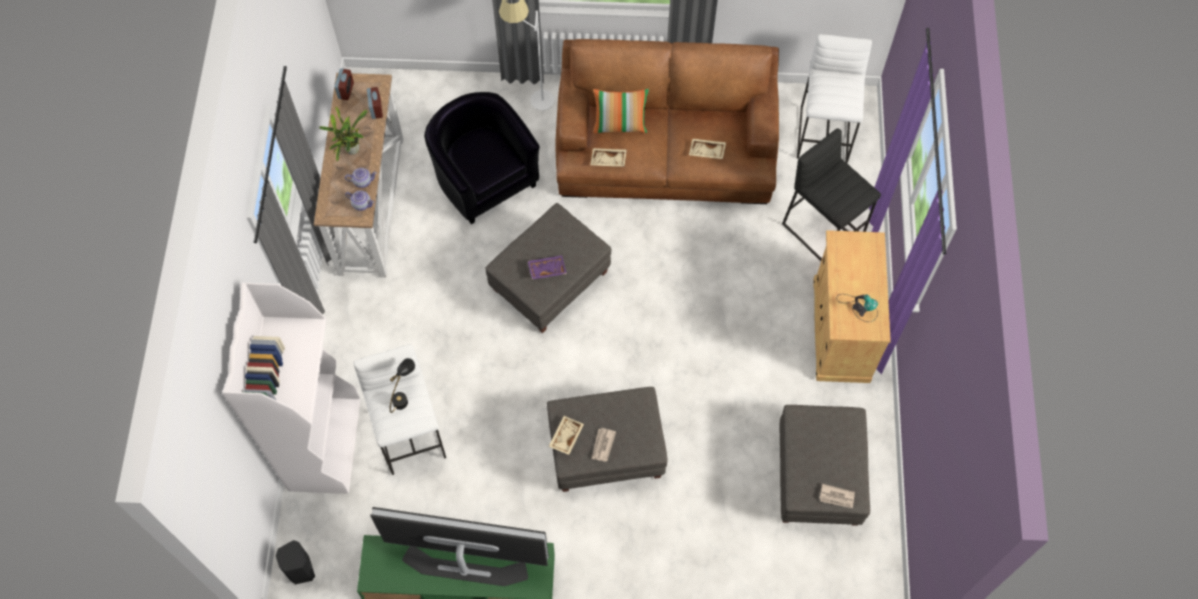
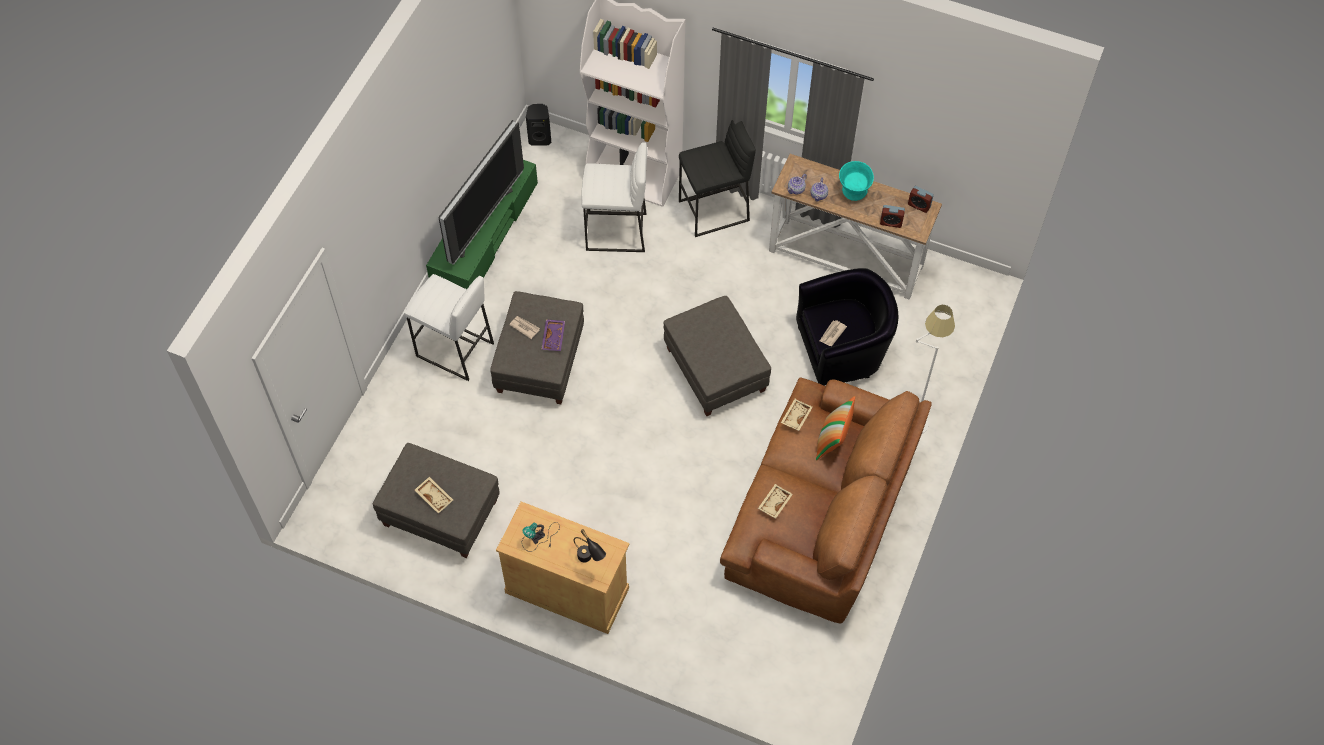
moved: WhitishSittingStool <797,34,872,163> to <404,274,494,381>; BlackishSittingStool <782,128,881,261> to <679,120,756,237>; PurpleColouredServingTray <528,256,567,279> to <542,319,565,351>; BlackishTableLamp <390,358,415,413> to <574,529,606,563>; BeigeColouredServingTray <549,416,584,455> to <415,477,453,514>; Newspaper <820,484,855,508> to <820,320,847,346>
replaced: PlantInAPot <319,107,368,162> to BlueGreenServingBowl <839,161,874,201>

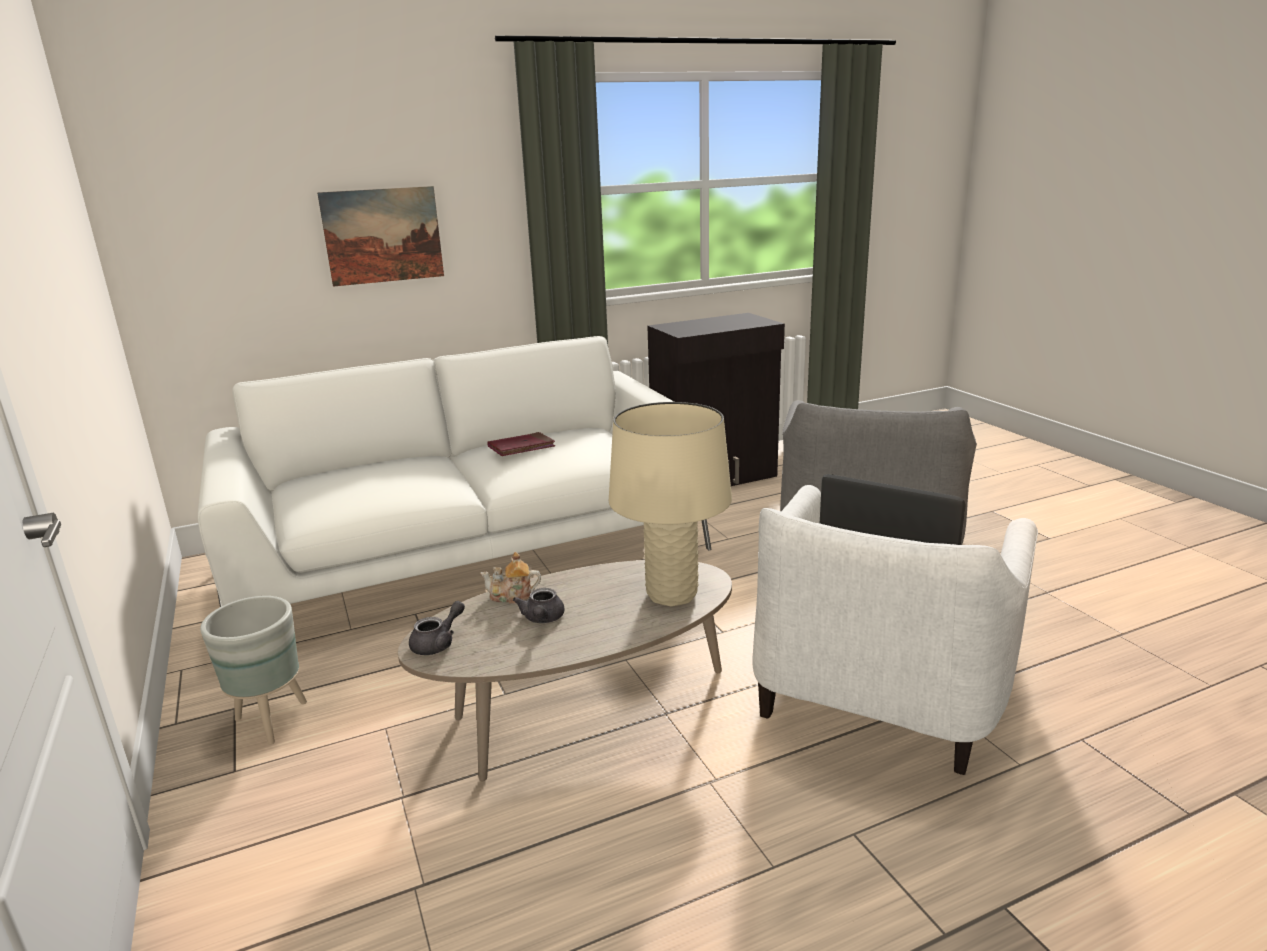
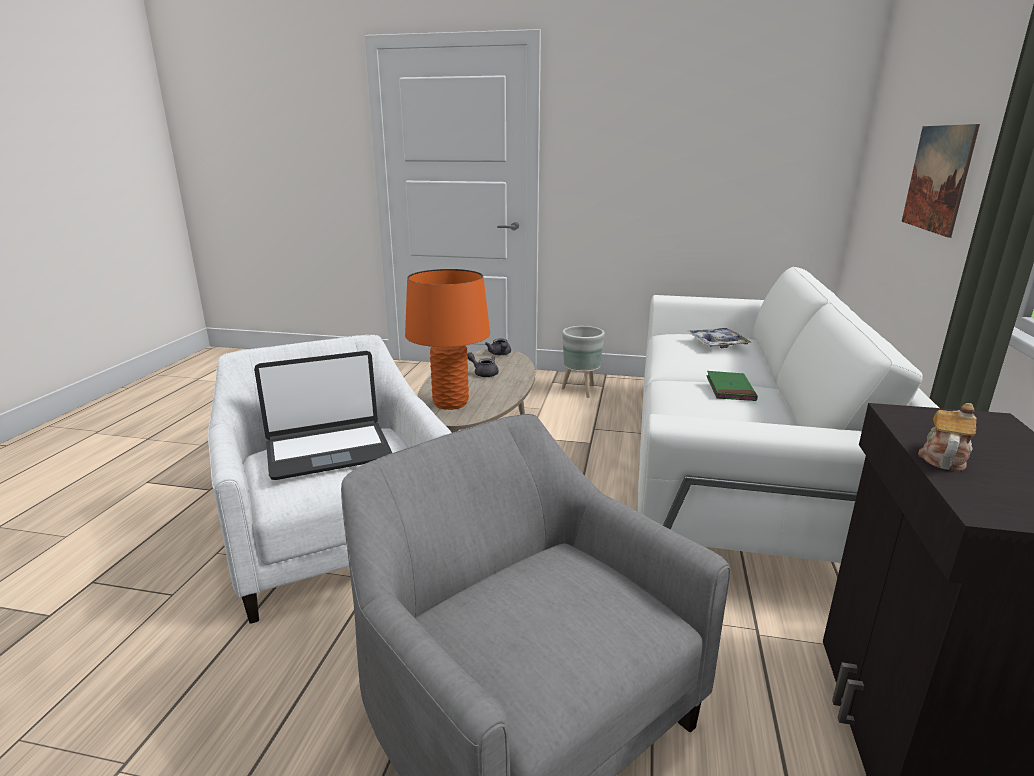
added: ServingTray <687,328,752,348>
moved: TeaPot <481,552,541,604> to <918,403,976,471>
recoloured: BeigeColouredTableLamp <609,402,732,606> to OrangeColouredTableLamp <405,269,490,410>; RedColouredVolume <487,432,555,456> to GreenColouredVolume <706,371,758,401>

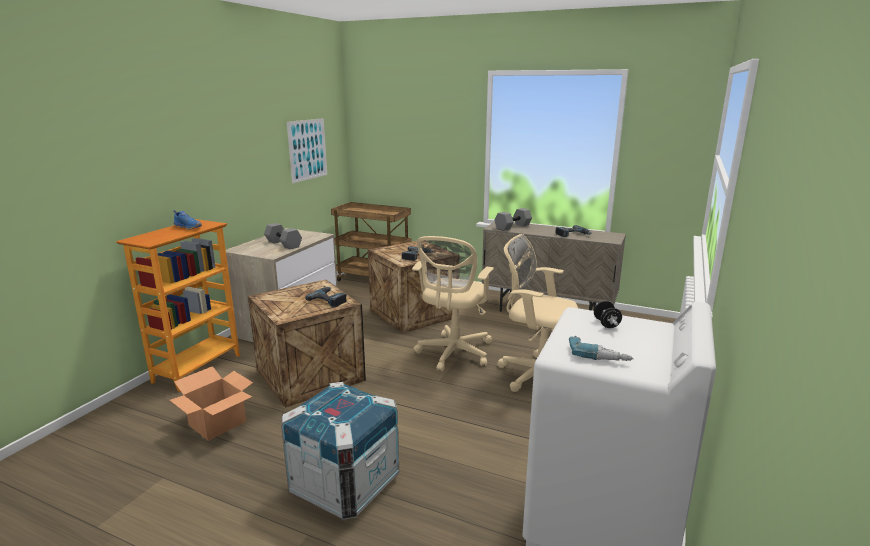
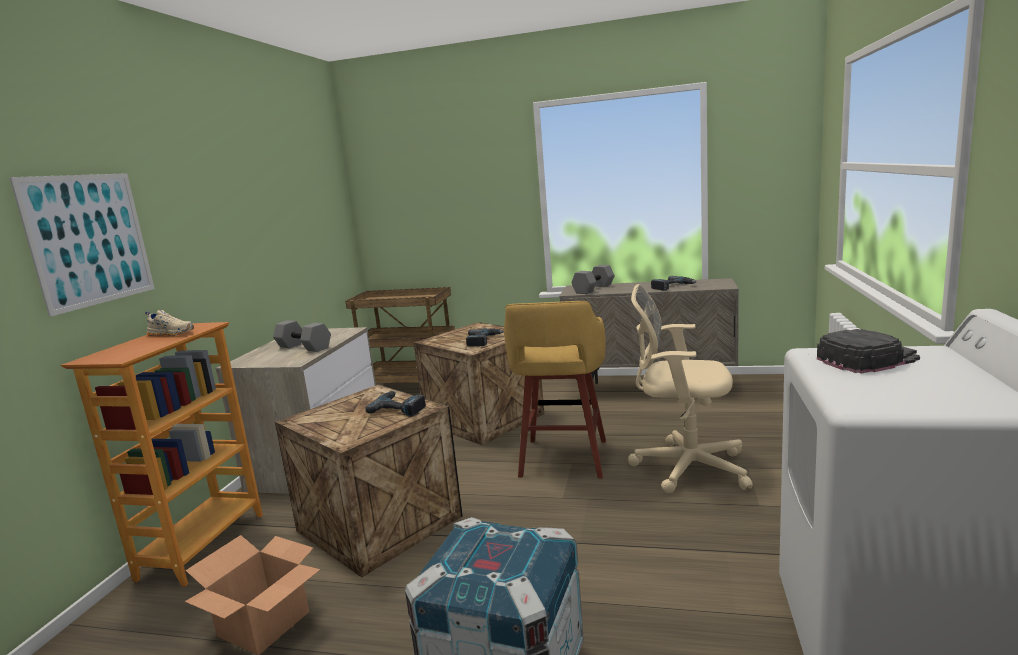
removed: PowerDrill <569,336,633,361>
moved: Picture <287,118,327,183> to <9,173,155,317>
replaced: BeigeColouredOfficeChair <412,236,494,371> to YellowishSittingStool <504,301,606,479>; BlackishHandWeight <594,301,622,328> to BlackishBaseballCap <817,329,920,374>
recoloured: BlueItemOfFootwear <173,210,202,230> to BeigeColouredItemOfFootwear <145,310,194,336>

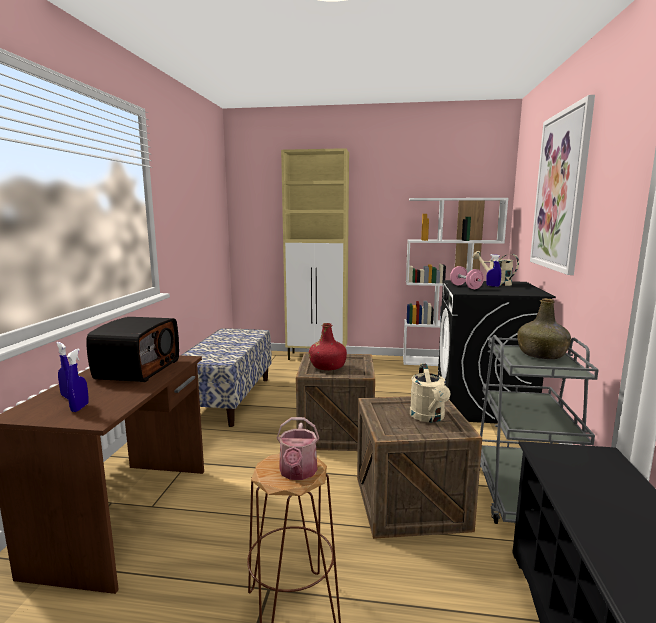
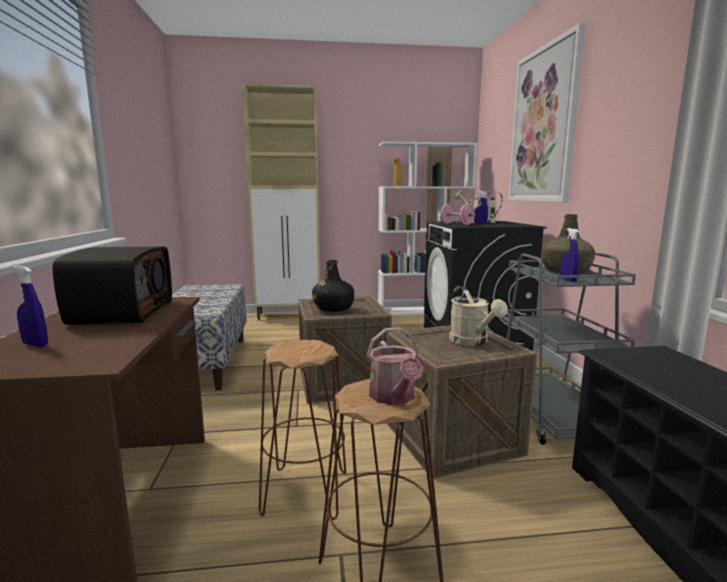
added: BrownColouredSittingStool <259,340,346,520>
moved: BlueSprayBottle <67,349,89,412> to <560,228,580,282>
recoloured: RedColouredDrinkBottle <309,323,347,370> to BlackishDrinkBottle <312,260,354,312>

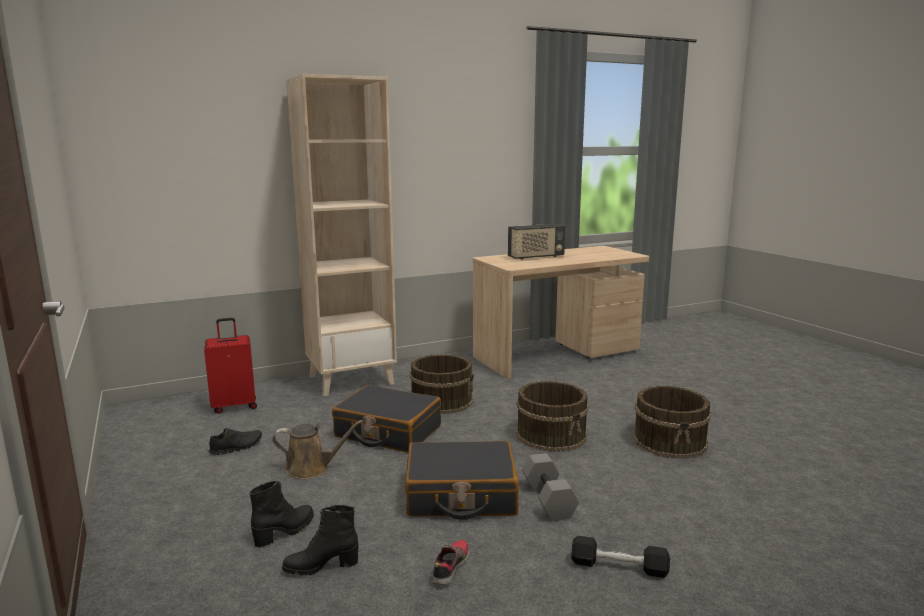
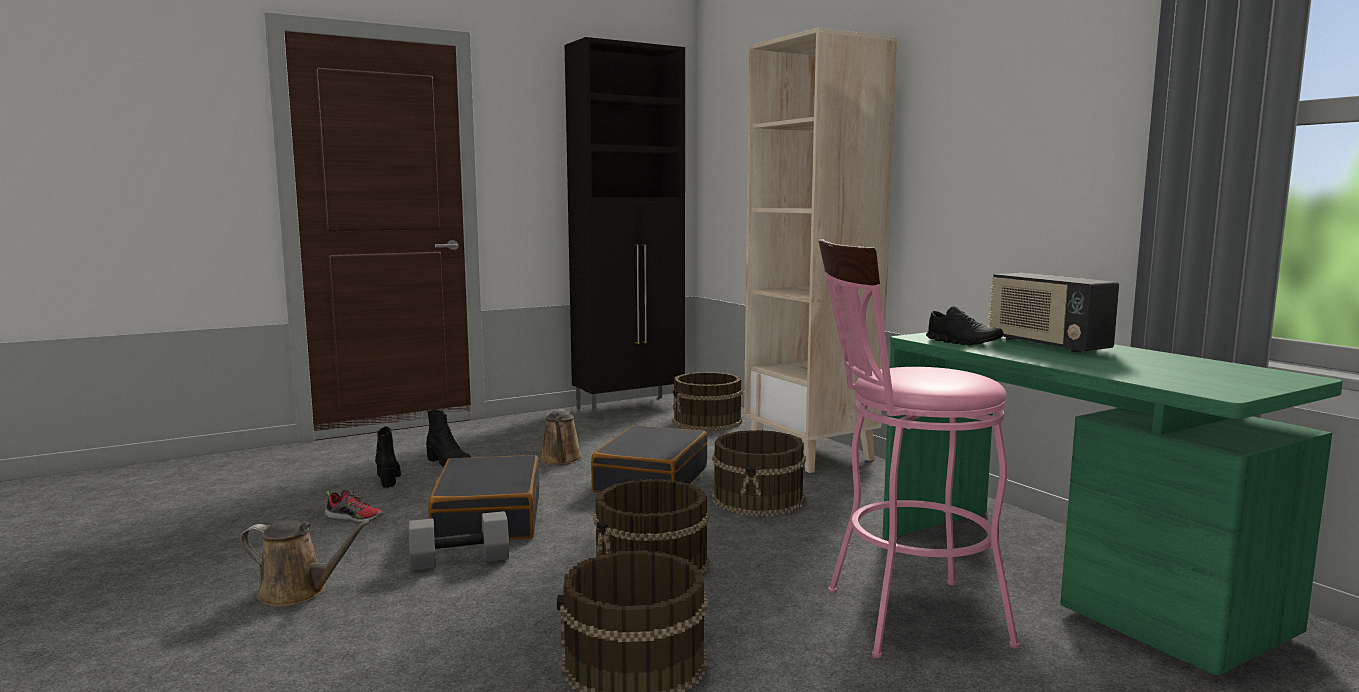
added: BlackishCabinet <565,37,685,417>; PinkSittingStool <818,239,1019,659>
moved: BlackishItemOfFootwear <209,428,262,455> to <926,306,1003,346>
replaced: RedColouredPieceOfLuggage <204,318,257,414> to BrownColouredWaterBucket <672,372,743,431>; BlackishHandWeight <571,536,670,578> to BrownColouredWateringPot <240,519,372,607>
recoloured: BeigeColouredDesk <473,246,649,379> to GreenColouredDesk <883,326,1343,675>

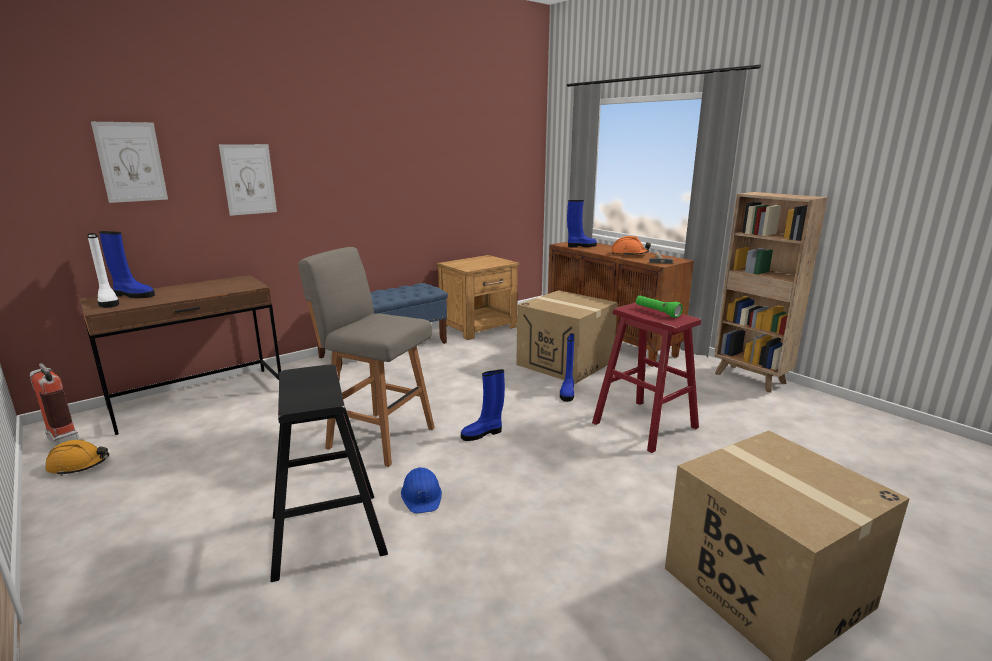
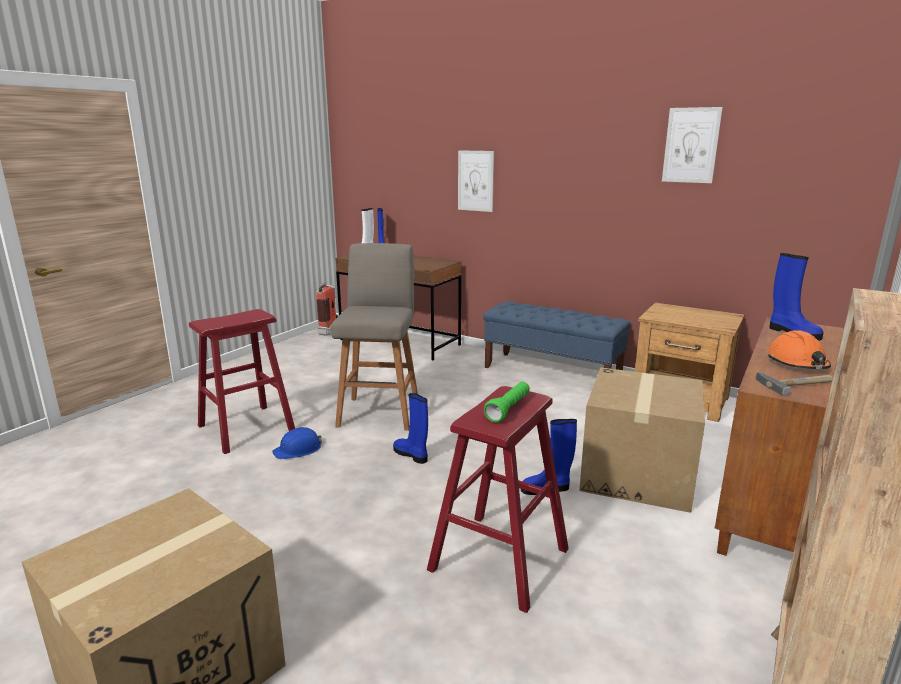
removed: OrangeColouredSafetyHelmet <45,440,109,476>
moved: Picture <91,122,168,203> to <662,107,723,183>
recoloured: BlackishSittingStool <270,364,388,582> to RedColouredSittingStool <189,309,295,454>

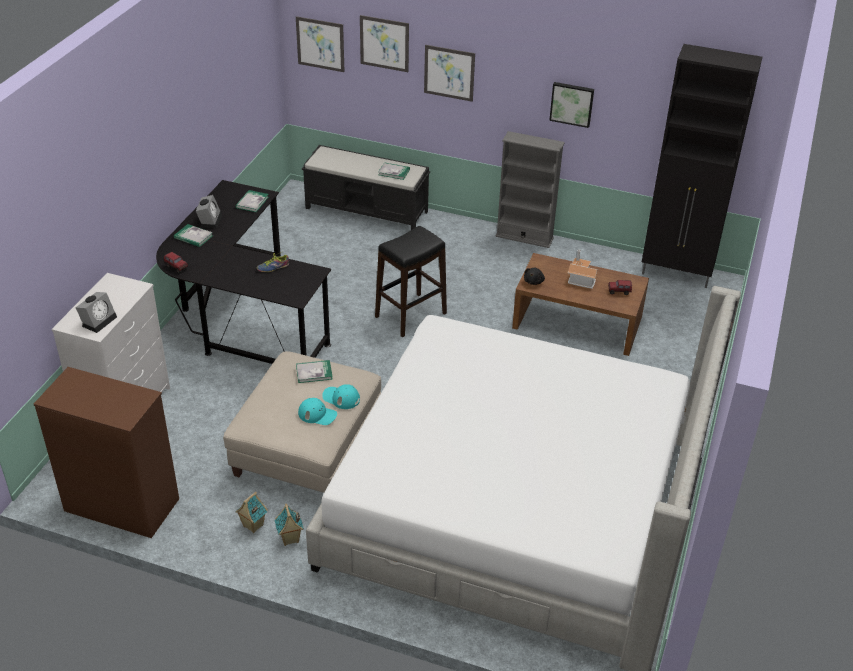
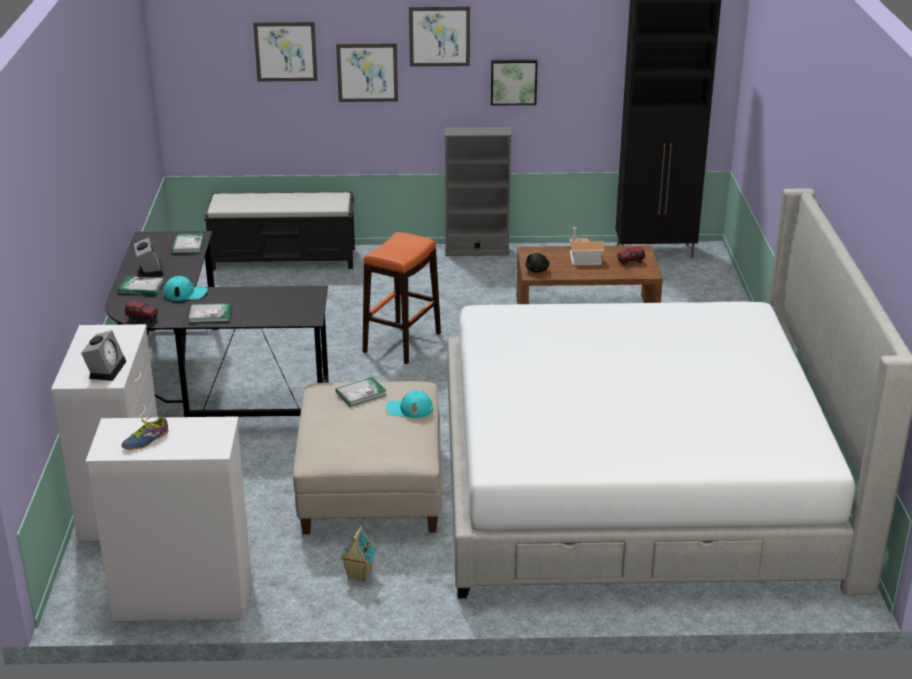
removed: MiniatureHouse <274,503,304,546>
moved: Picture <296,16,344,72> to <409,6,470,67>; Volume <378,162,410,180> to <188,303,232,323>; ItemOfFootwear <257,252,289,272> to <122,414,168,450>; BlueGreenBaseballCap <298,398,337,425> to <163,276,207,301>
recoloured: BlackishSittingStool <375,226,447,337> to OrangeColouredSittingStool <363,232,441,364>; BrownColouredDresser <34,367,179,538> to WhitishDresser <85,416,251,621>

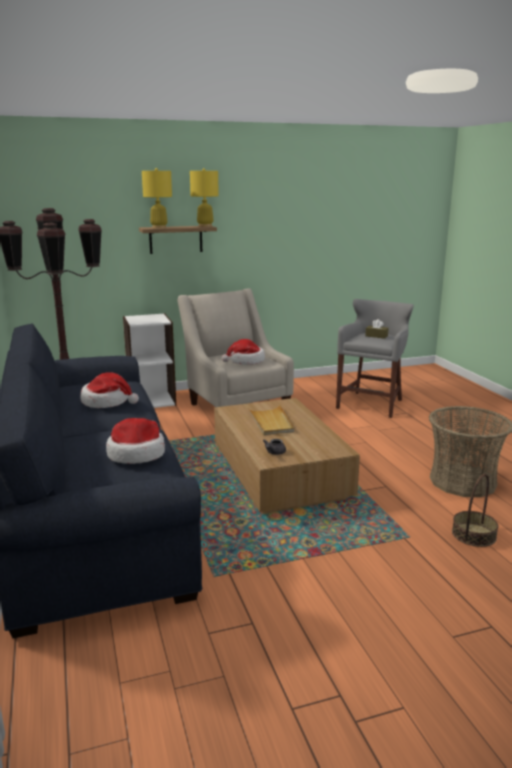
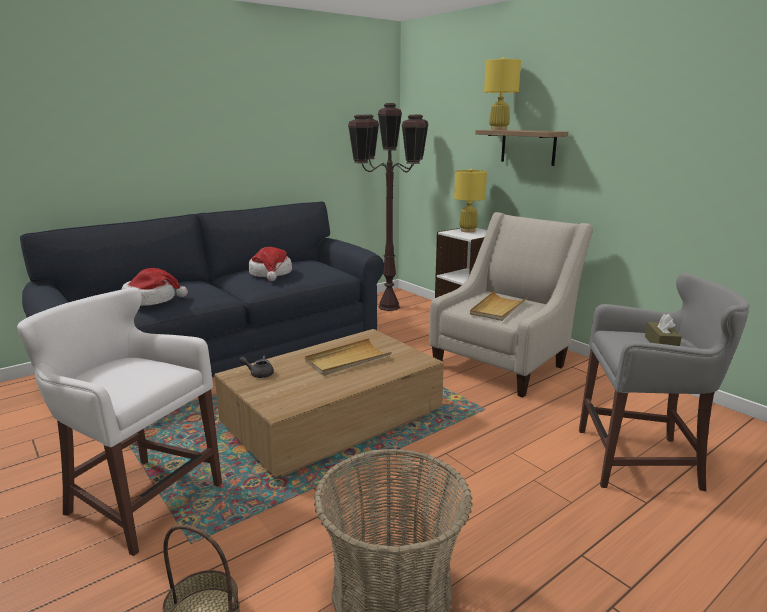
added: WhitishSittingStool <17,287,222,556>
moved: YellowishTableLamp <190,168,219,227> to <454,169,487,232>
replaced: WearableHat <222,339,265,365> to BeigeColouredServingTray <470,291,528,321>

